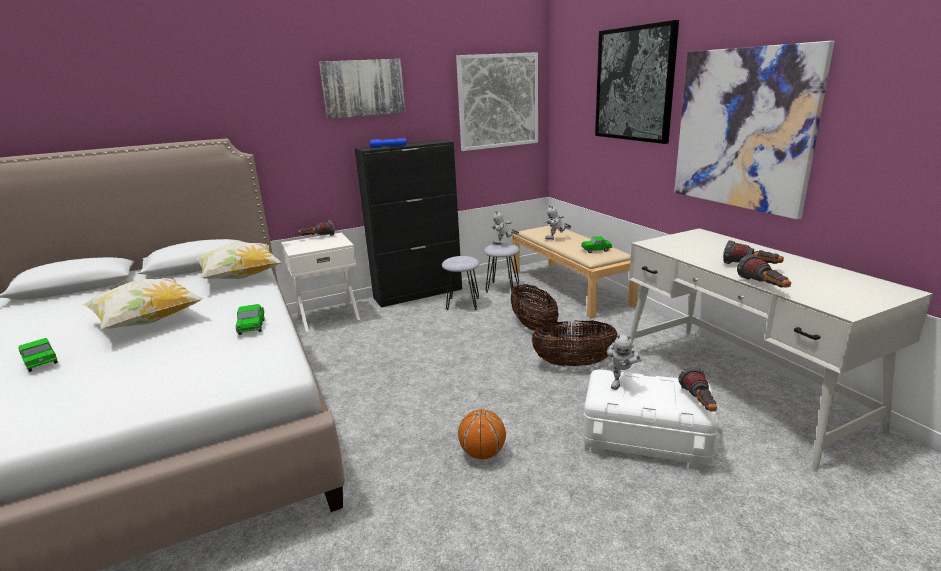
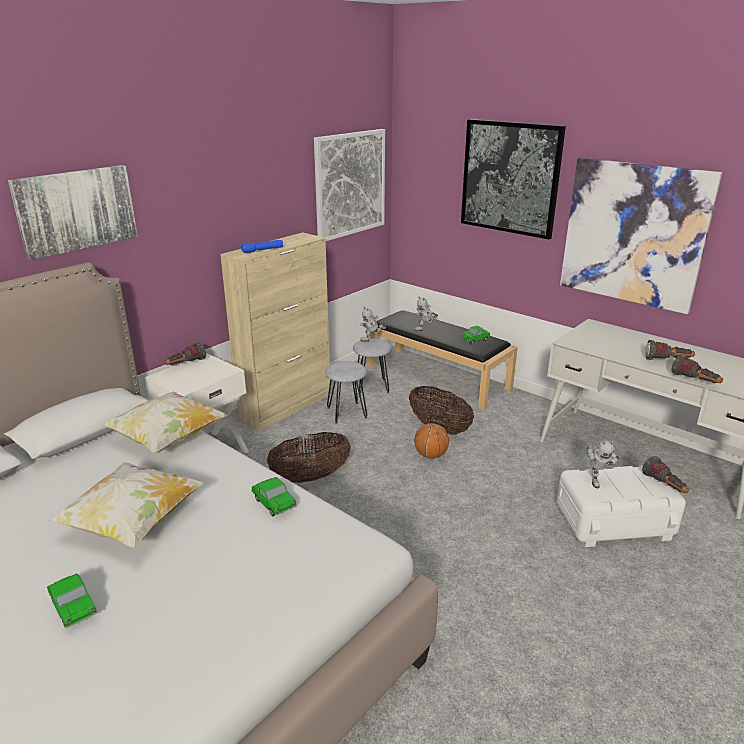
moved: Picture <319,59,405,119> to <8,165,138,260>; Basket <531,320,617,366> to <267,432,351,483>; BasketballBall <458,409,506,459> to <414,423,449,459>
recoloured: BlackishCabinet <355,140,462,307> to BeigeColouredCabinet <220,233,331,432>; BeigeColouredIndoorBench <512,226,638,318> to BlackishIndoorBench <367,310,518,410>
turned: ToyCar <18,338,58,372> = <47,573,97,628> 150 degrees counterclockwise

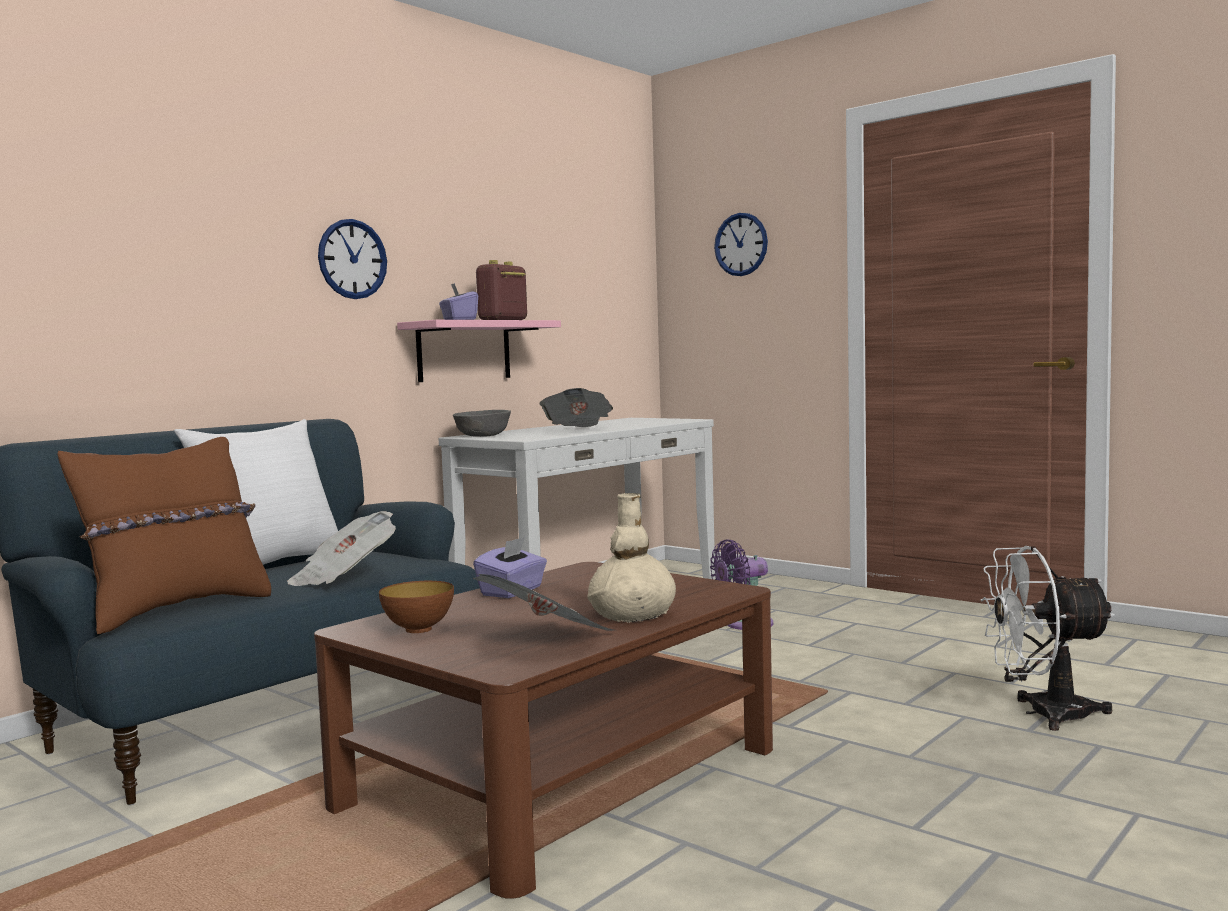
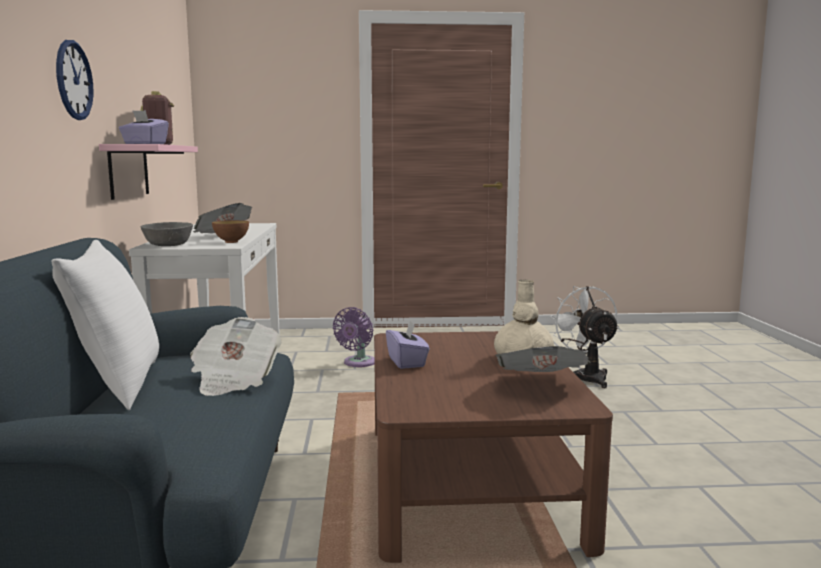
removed: HangingClock <714,213,768,276>; BrownColouredPillow <58,437,271,634>
moved: ServingBowl <379,581,454,633> to <212,220,249,243>
turned: WhitishFan <981,546,1115,731> = <550,286,619,388> 120 degrees clockwise

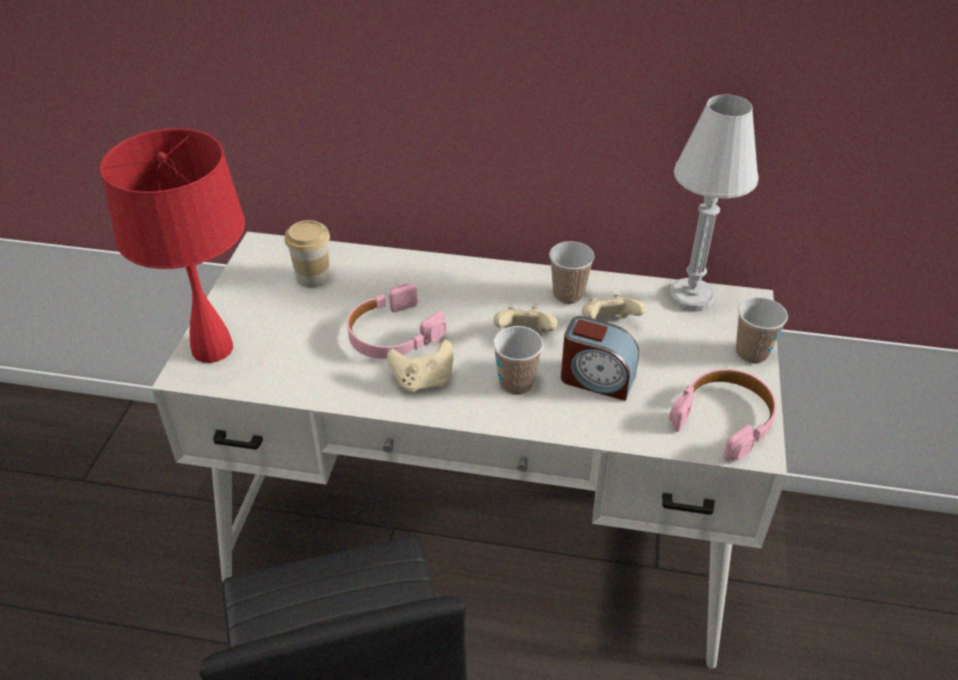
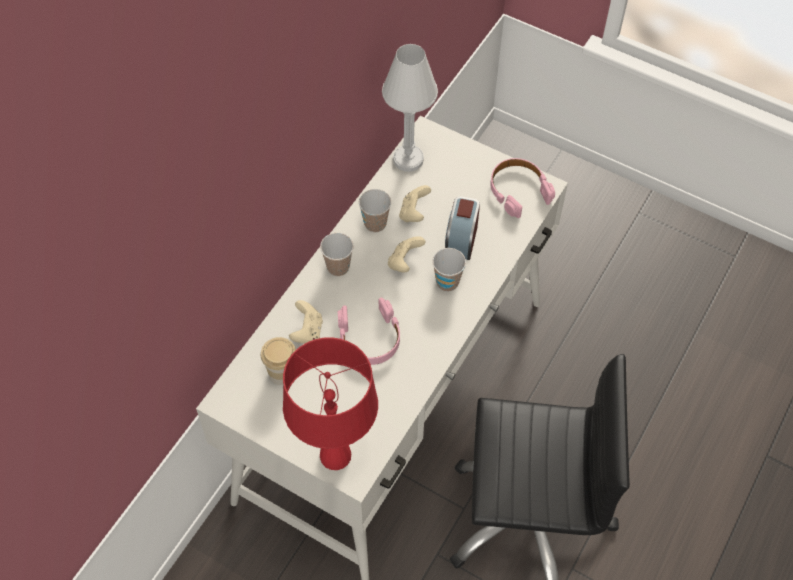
moved: Cup <736,297,788,364> to <320,233,354,276>; BeigeColouredJoypad <387,340,453,391> to <289,300,323,343>
turned: AlarmClock <561,316,639,401> = <445,196,480,260> 150 degrees clockwise

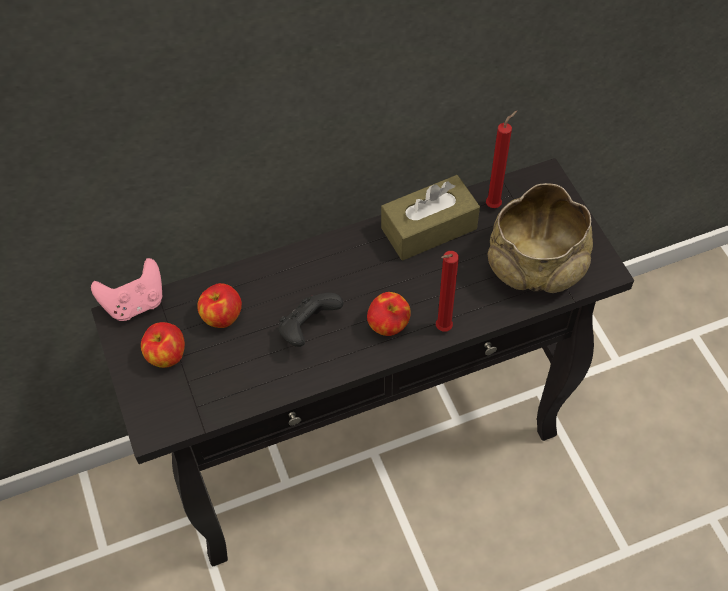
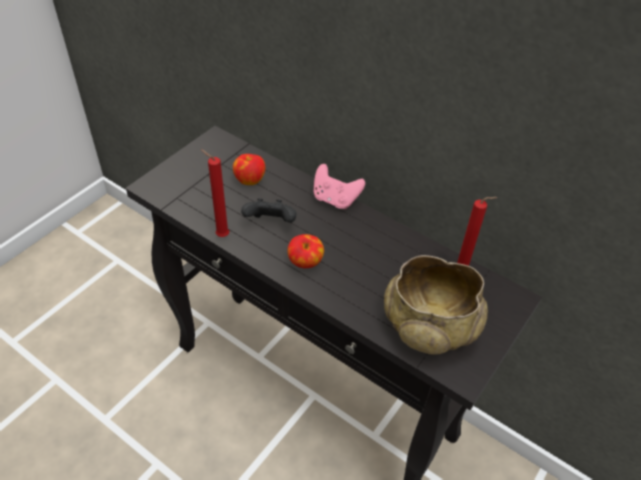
removed: BrownColouredBoxOfTissues <381,175,480,260>; WholeApple <141,322,185,368>
moved: RedColouredWaxLight <436,251,459,332> to <200,149,229,237>; PinkJoypad <91,258,162,321> to <314,164,365,209>

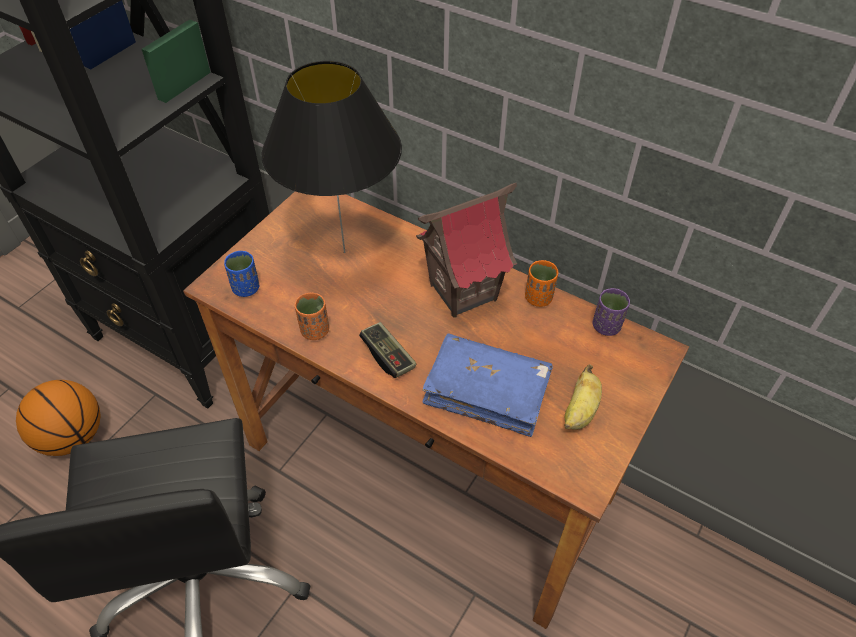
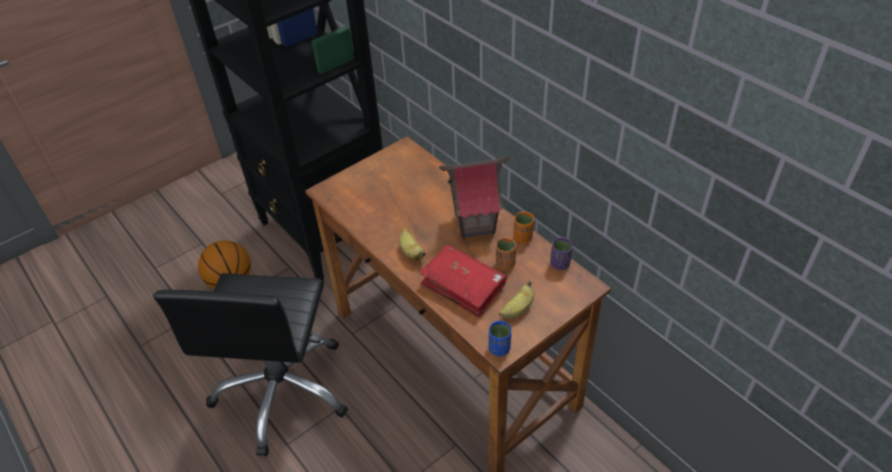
removed: BlackishTableLamp <262,61,402,253>
moved: BlueCup <224,251,259,297> to <488,321,512,356>; OrangeColouredCup <295,293,329,340> to <496,238,516,270>
replaced: Joypad <359,322,416,378> to BananaFruit <399,228,426,261>
recoloured: BlueVolume <422,334,553,437> to RedColouredVolume <419,244,507,317>

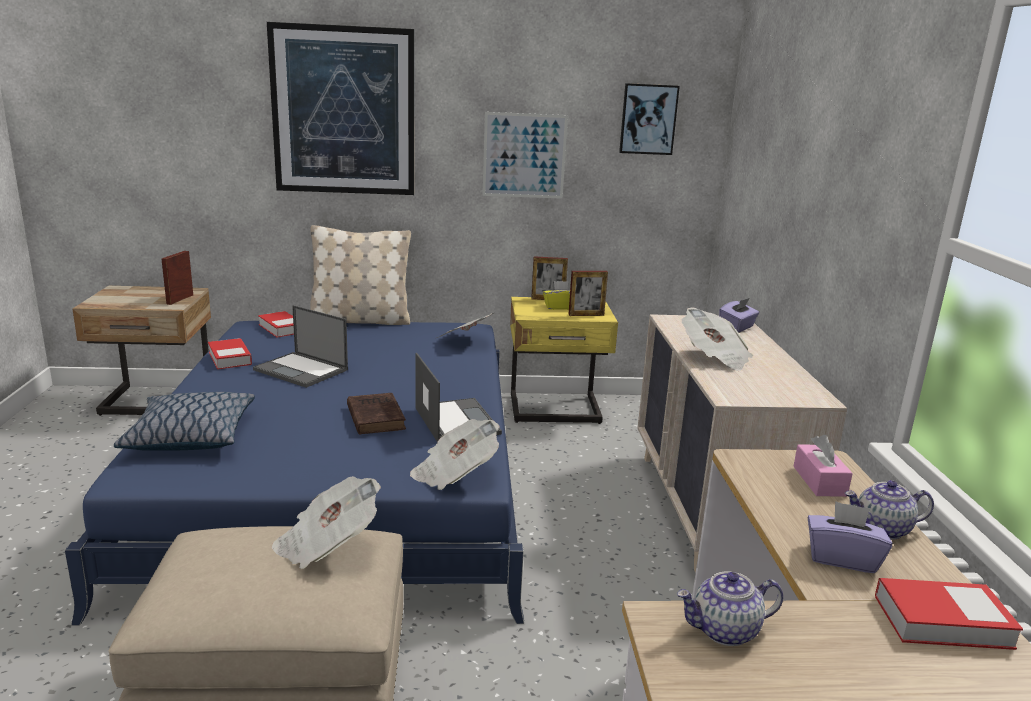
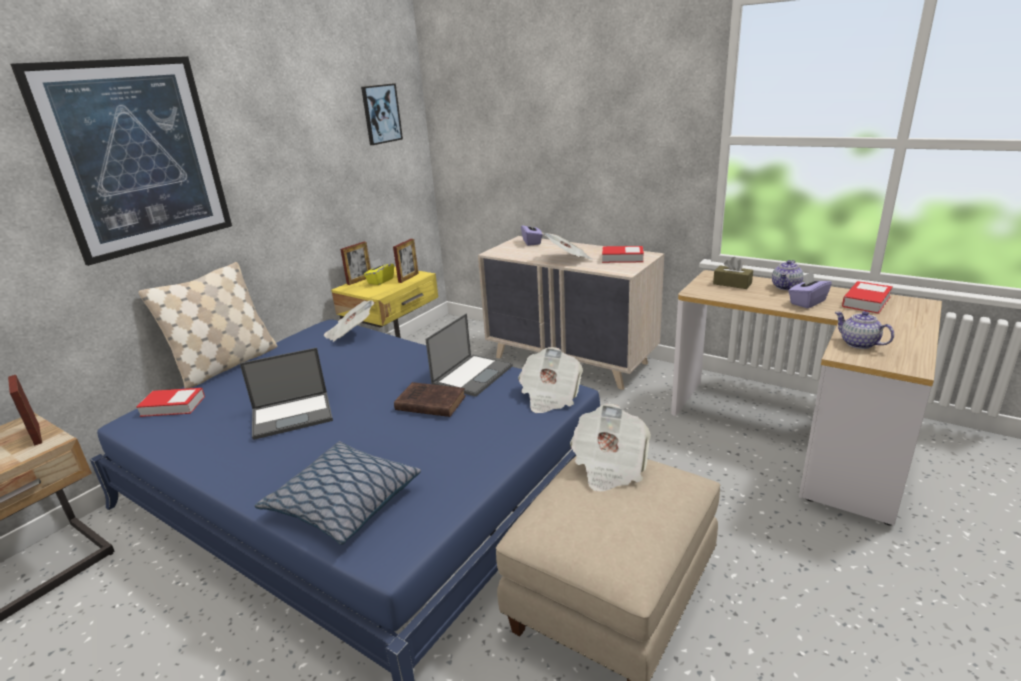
removed: Picture <482,112,568,199>
moved: Volume <208,338,252,370> to <602,246,644,263>
recoloured: PinkBoxOfTissues <793,435,853,497> to BrownColouredBoxOfTissues <713,257,753,289>
turned: Laptop <415,353,502,442> = <425,313,513,397> 105 degrees clockwise; TeaPot <677,571,783,646> = <835,311,894,349> 120 degrees clockwise

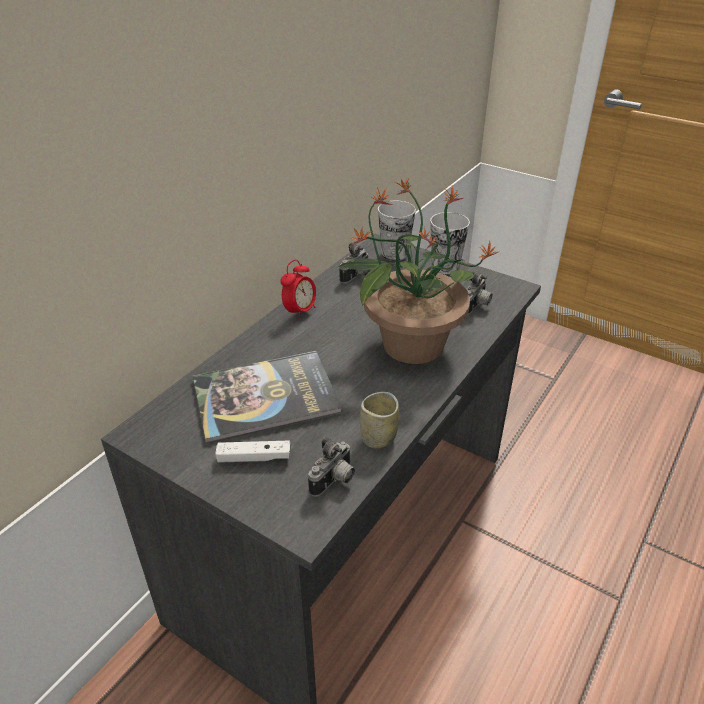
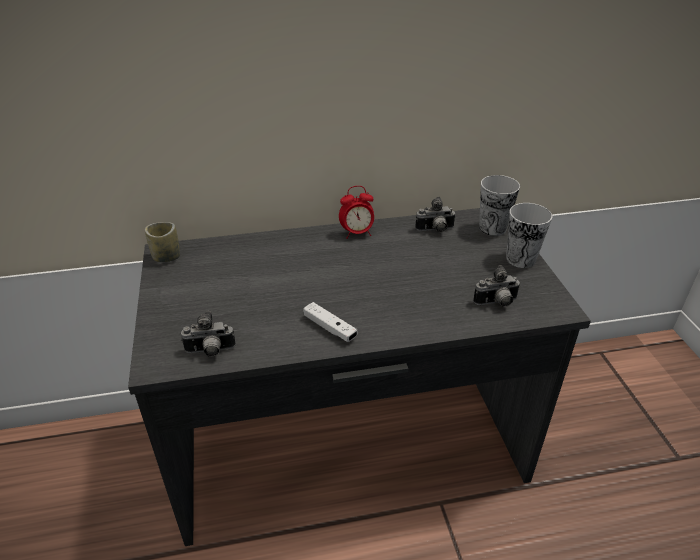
removed: PlantInAPot <338,179,500,364>; Volume <193,351,342,444>
moved: Cup <360,392,399,448> to <145,222,180,262>; WhitishJoypad <215,441,291,463> to <303,302,357,342>

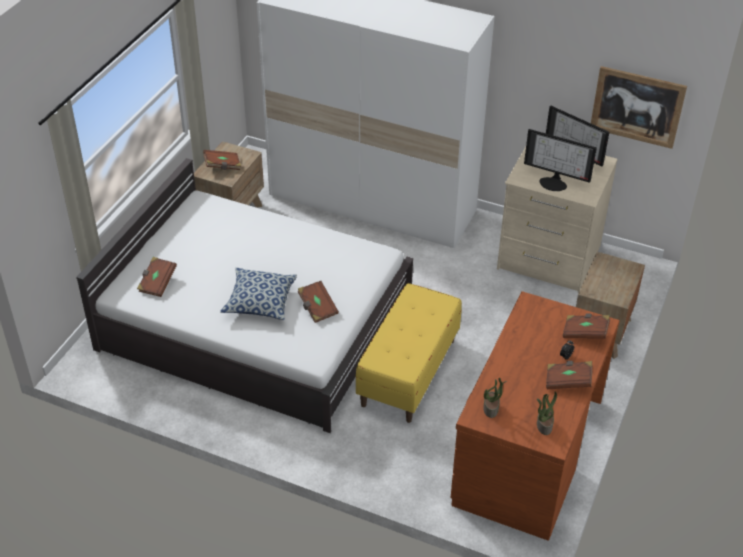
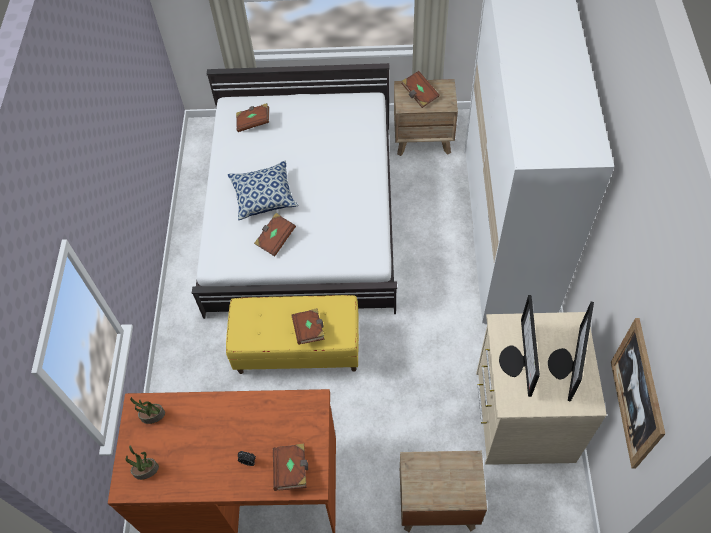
moved: BrownColouredVolume <546,361,593,389> to <292,308,325,345>

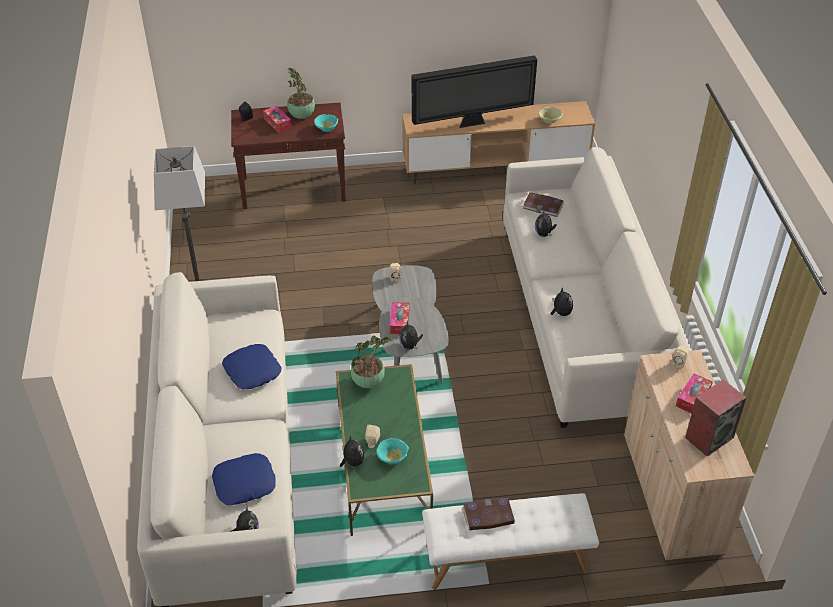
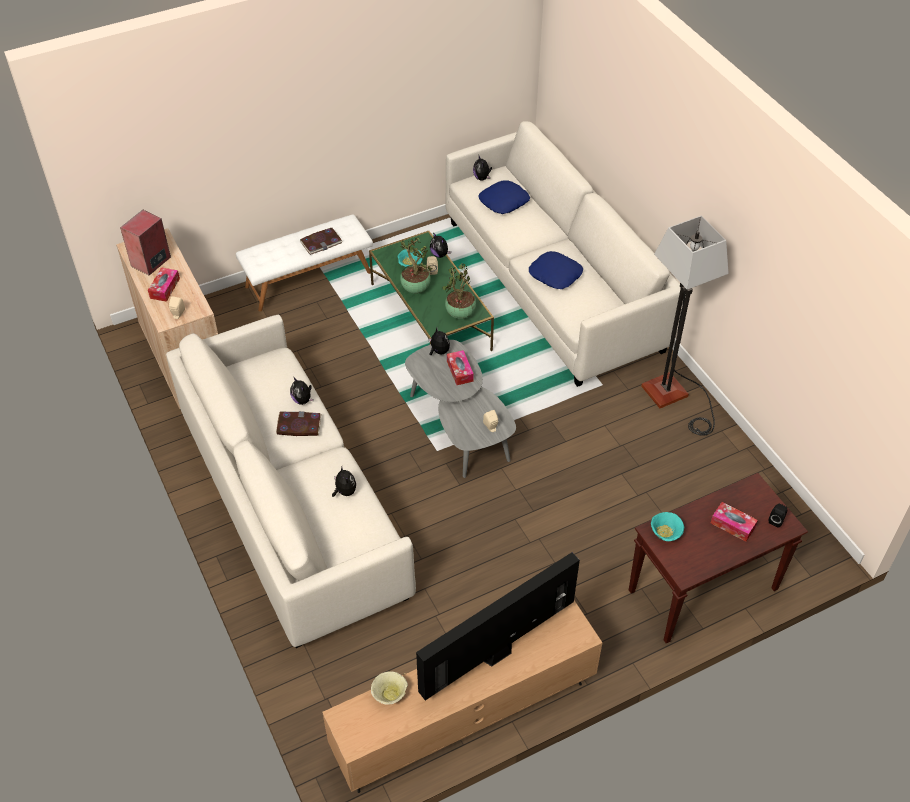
moved: PlantInAPot <287,68,315,119> to <400,237,432,294>; Volume <523,192,564,217> to <276,411,321,436>

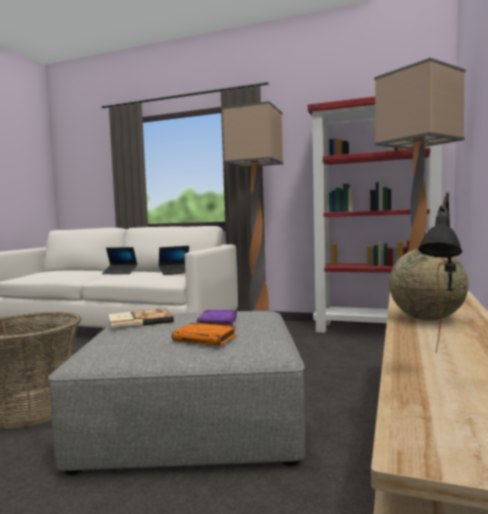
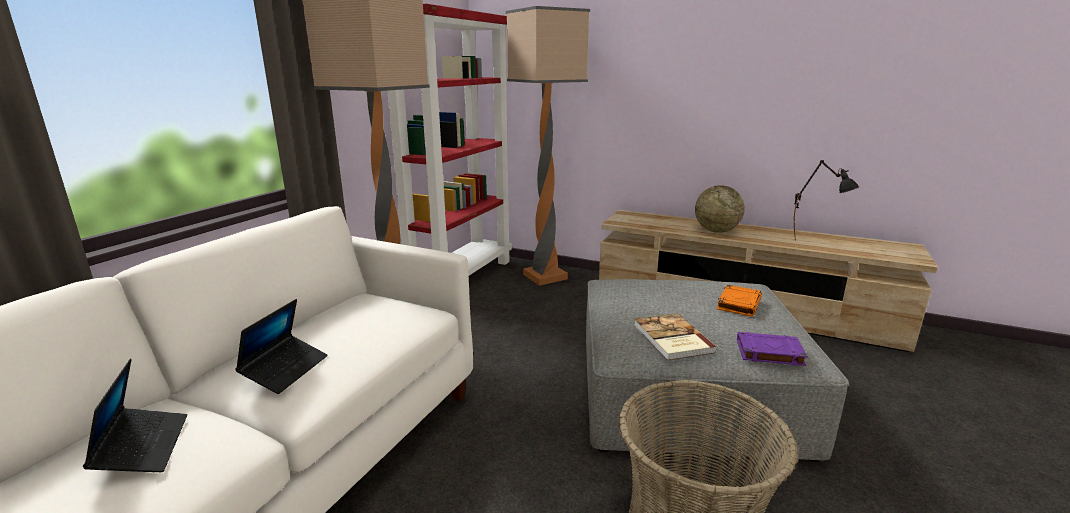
moved: Laptop <159,246,189,275> to <83,359,187,472>; PurpleColouredVolume <196,310,237,326> to <737,332,808,366>

